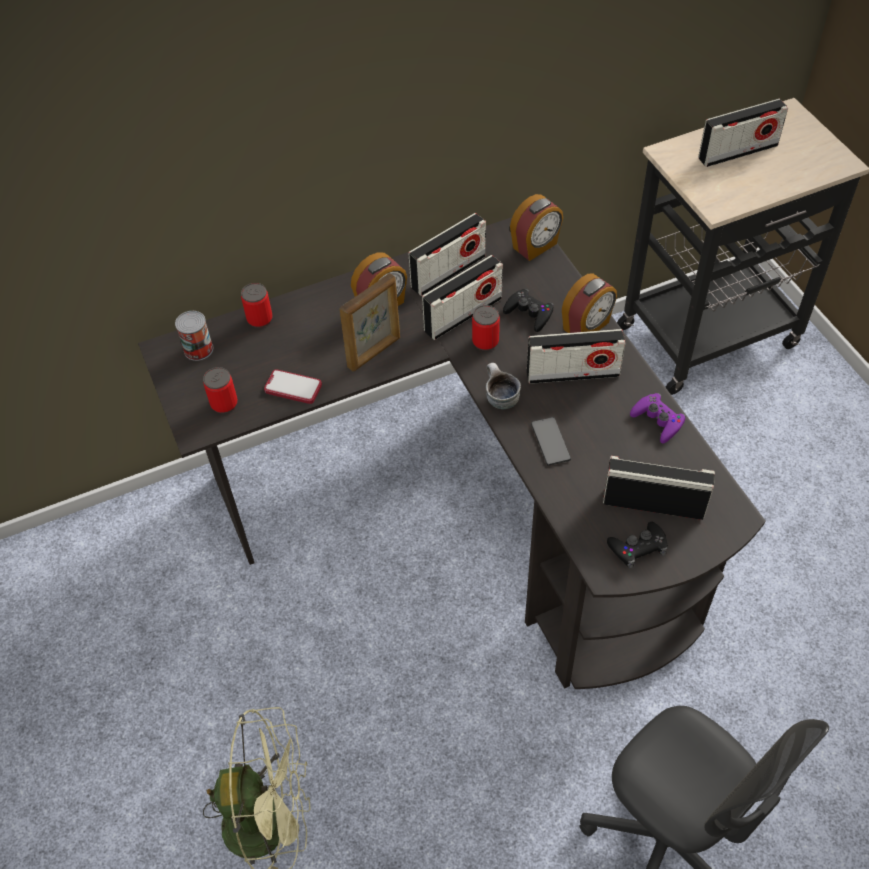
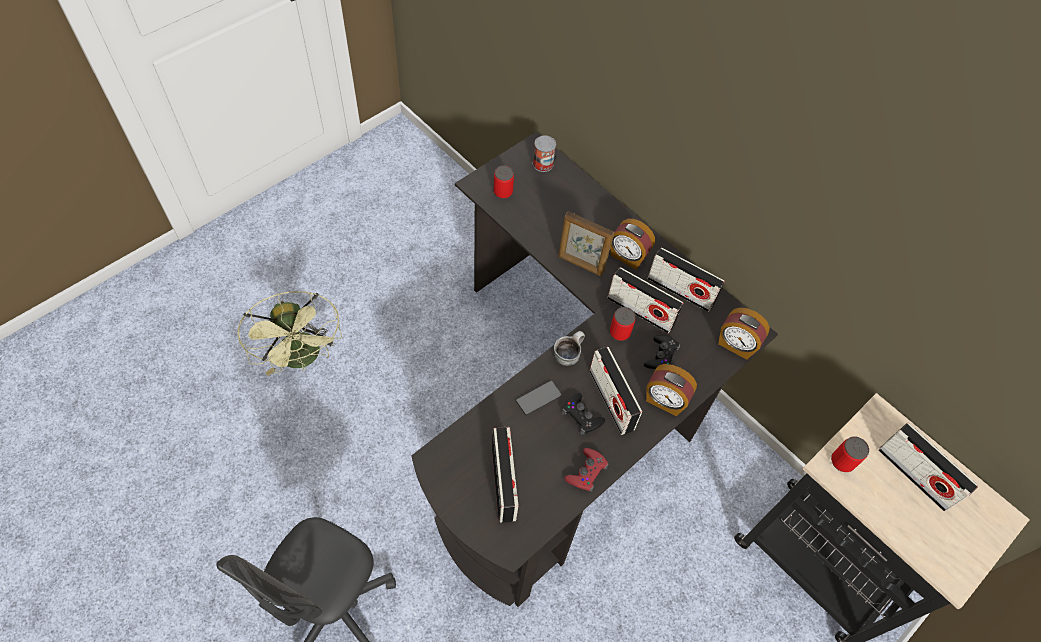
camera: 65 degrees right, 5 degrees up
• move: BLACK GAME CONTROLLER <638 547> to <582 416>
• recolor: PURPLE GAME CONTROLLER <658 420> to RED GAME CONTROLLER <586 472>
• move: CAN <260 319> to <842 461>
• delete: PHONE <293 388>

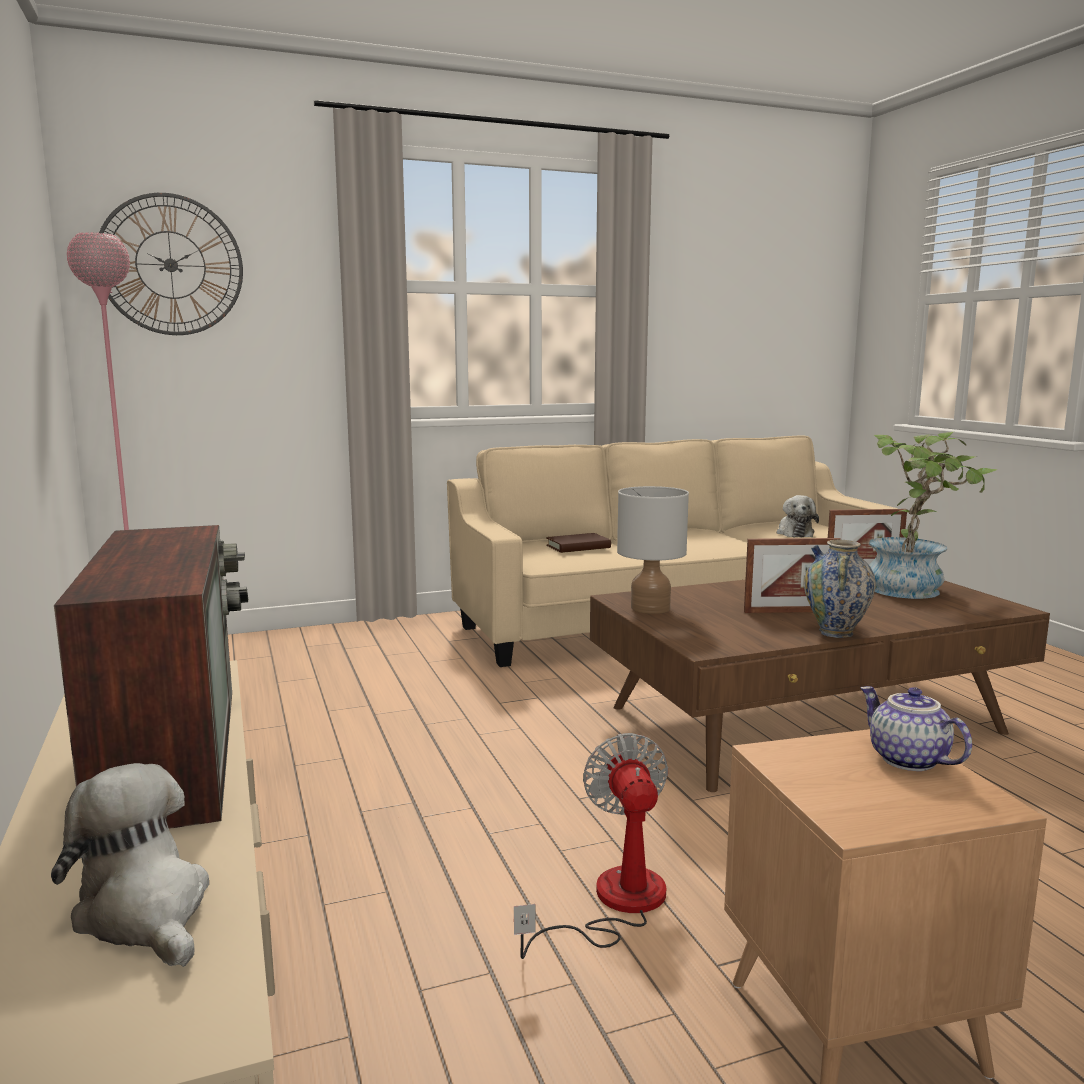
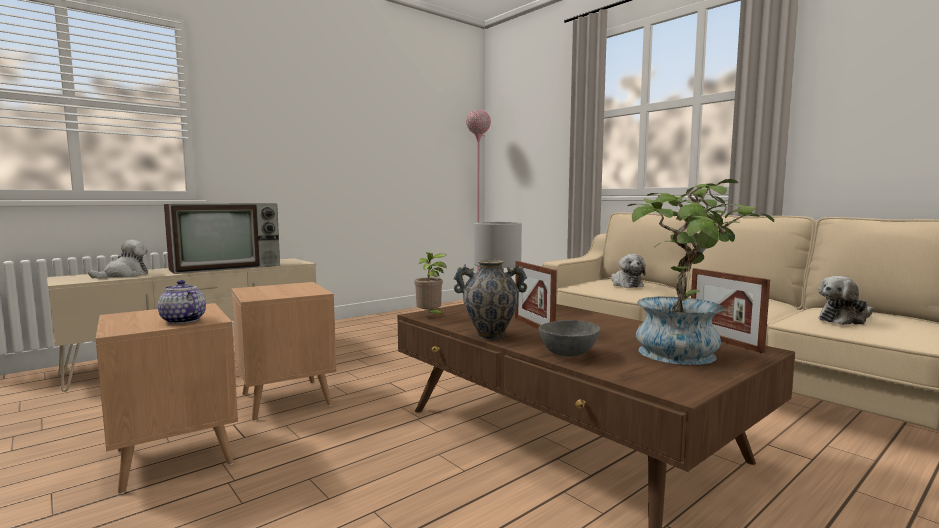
camera: 70 degrees right, 5 degrees down
• rotate: TEAPOT <906 760> = <182 321> 90 degrees counterclockwise
• replace: FAN <614 904> to BROWN SIDE TABLE <286 399>
• insert: POTTED PLANT <430 316>
• insert: GREY BOWL <570 354>
• replace: BROWN BOOK <578 547> to PLUSH TOY <626 284>
• delete: WALL CLOCK <170 265>

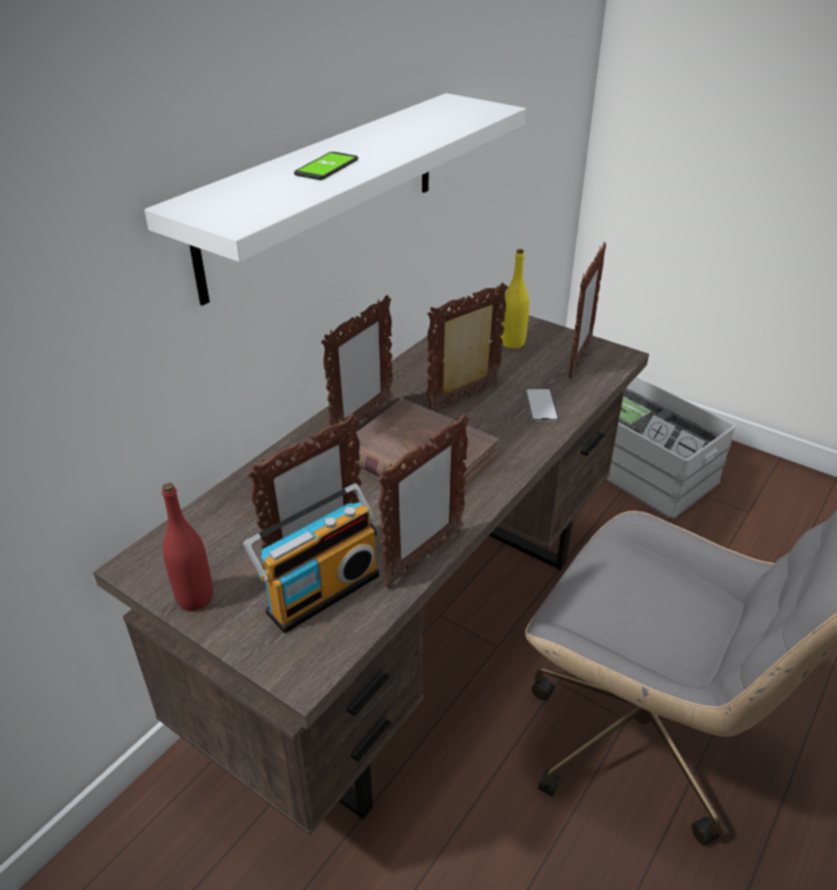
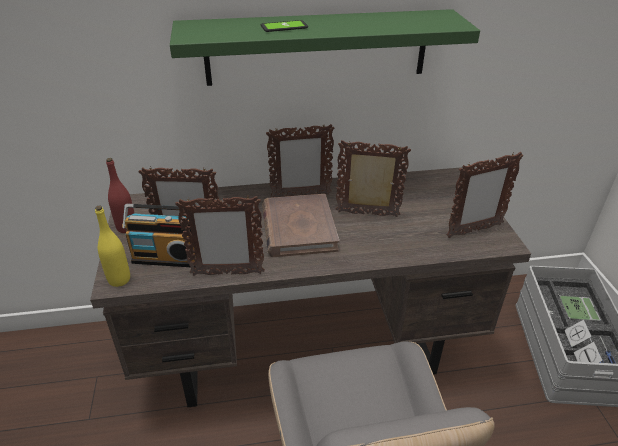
camera: 45 degrees right, 0 degrees up
• move: YELLOW BOTTLE <512 343> to <119 279>
• recolor: WHITE SHELF <325 192> to GREEN SHELF <317 47>
• delete: PHONE <541 405>

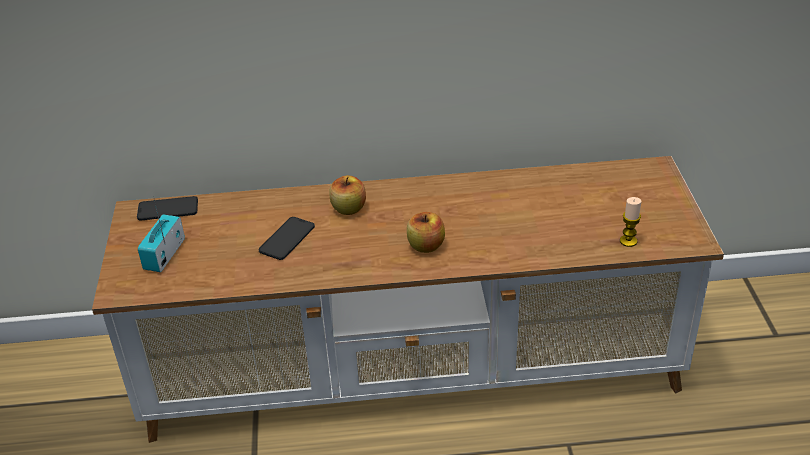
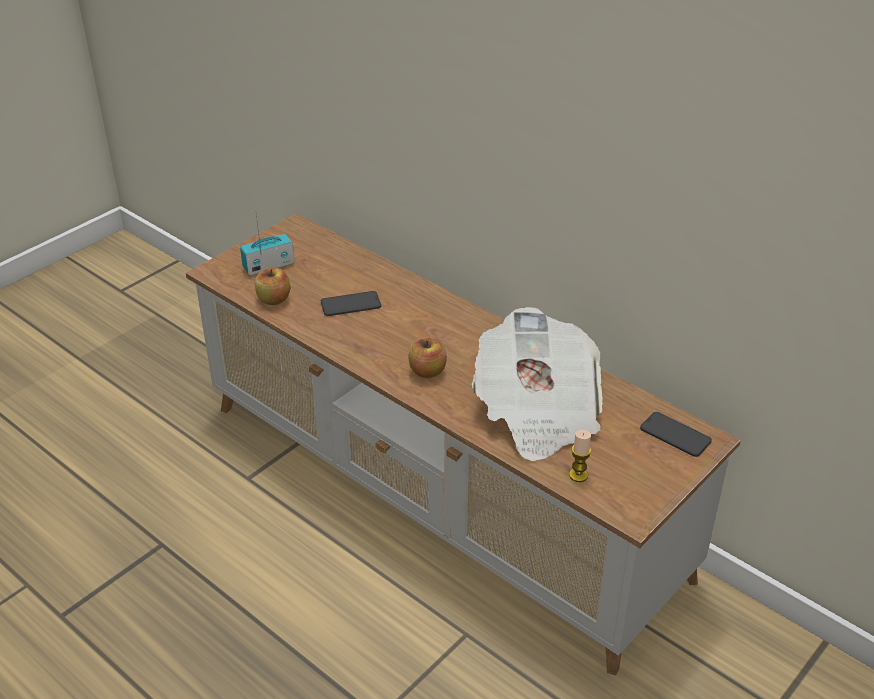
camera: 45 degrees right, 0 degrees up
• move: APPLE <348 208> to <274 299>
• insert: NEWSPAPER <536 412>
• move: PHONE <168 209> to <675 435>

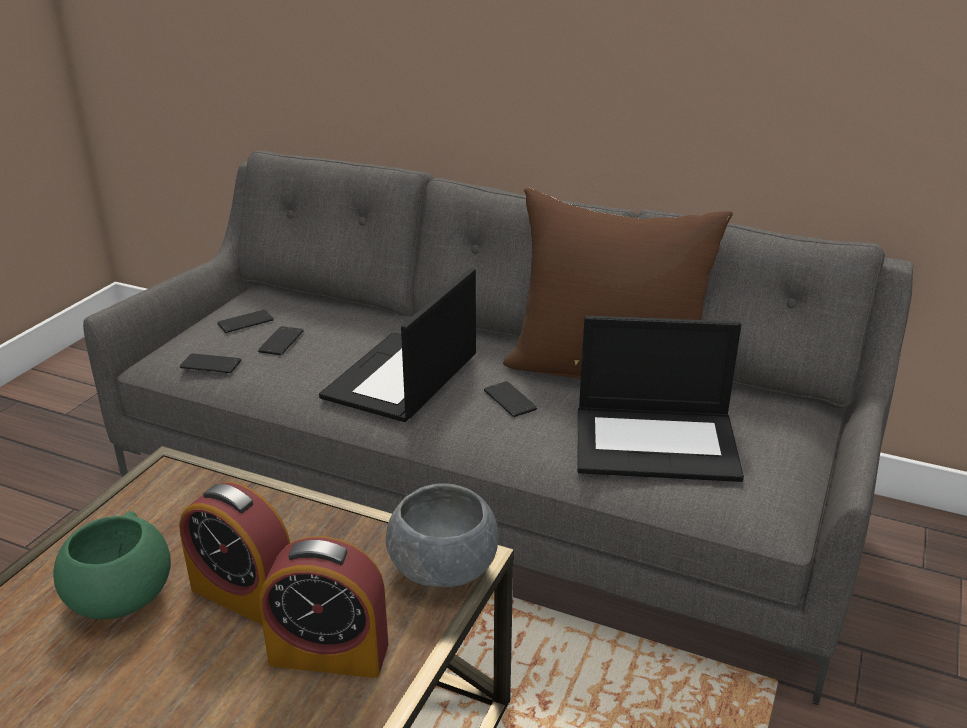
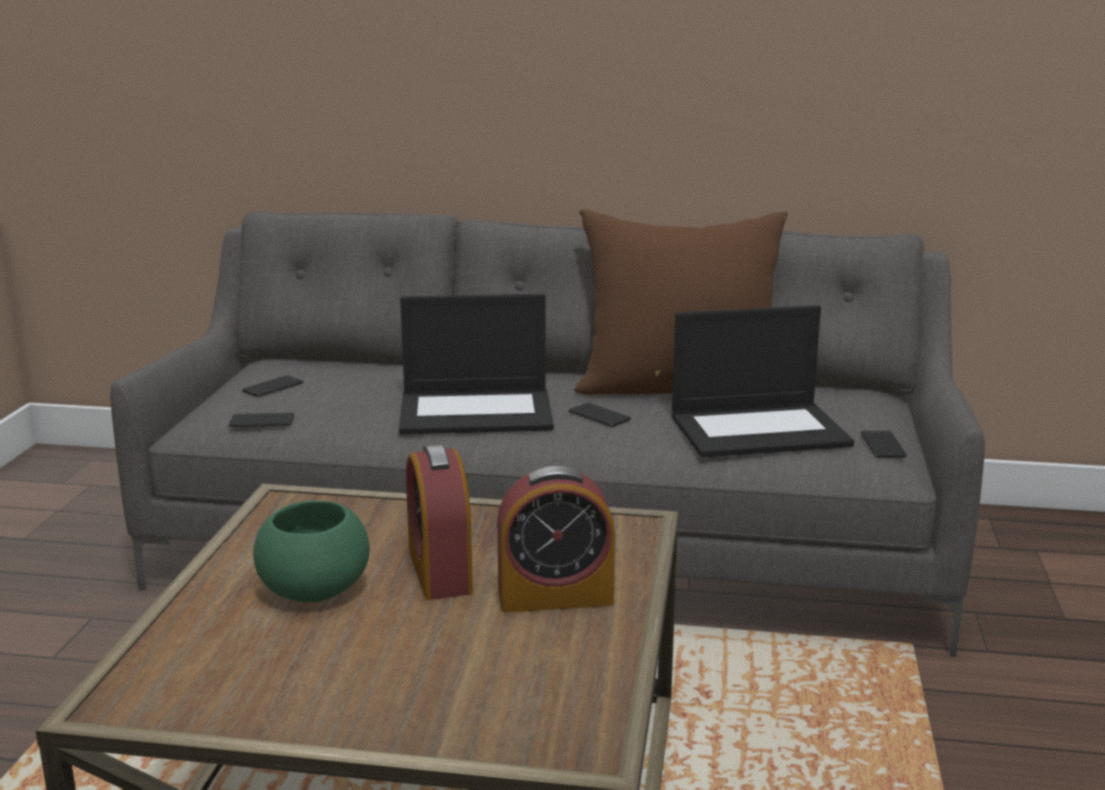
camera: 15 degrees left, 10 degrees down
• rotate: LAPTOP <401 378> = <477 412> 105 degrees counterclockwise
• rotate: ALARM CLOCK <244 594> = <439 571> 60 degrees clockwise
• move: PHONE <281 341> to <883 445>
• delete: GREY BOWL <443 569>

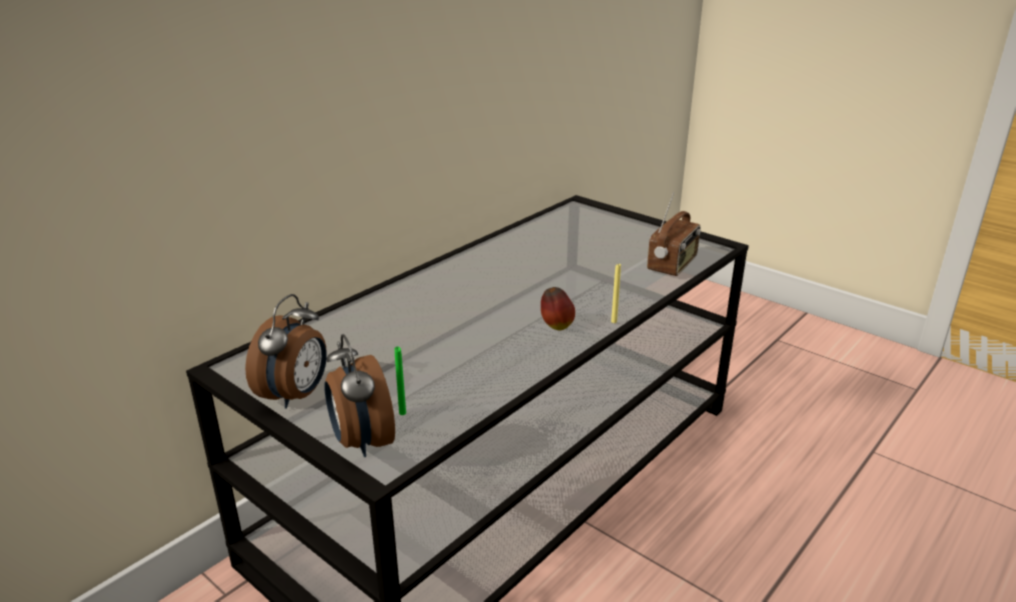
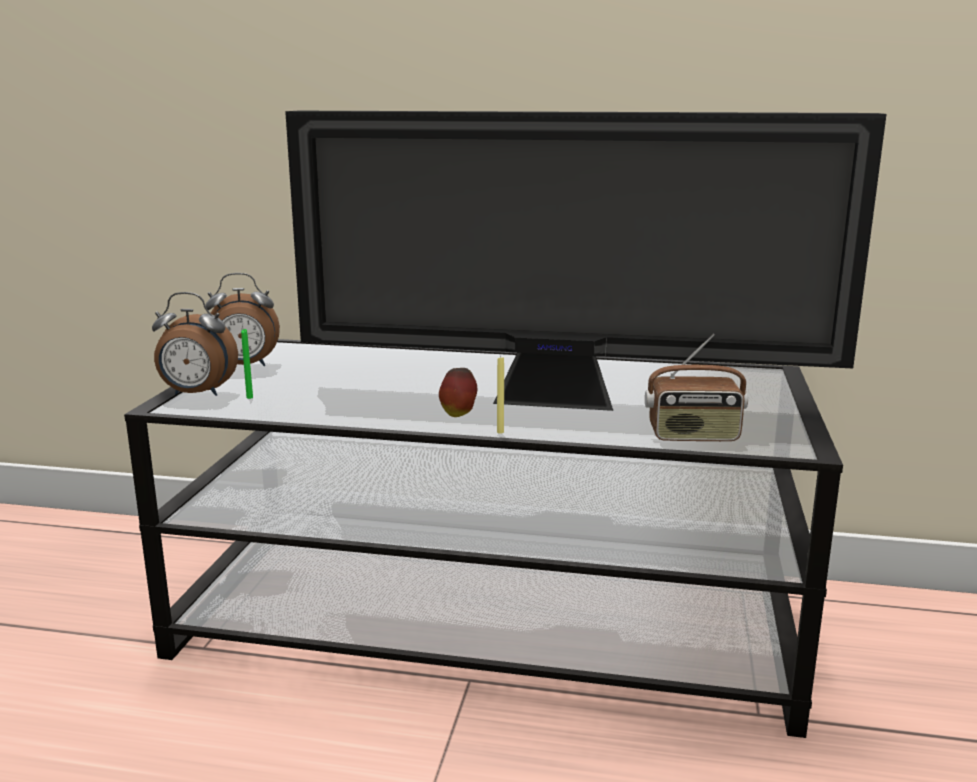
camera: 60 degrees right, 10 degrees down
• rotate: ALARM CLOCK <361 442> = <197 394> 120 degrees counterclockwise
• insert: TELEVISION <563 402>

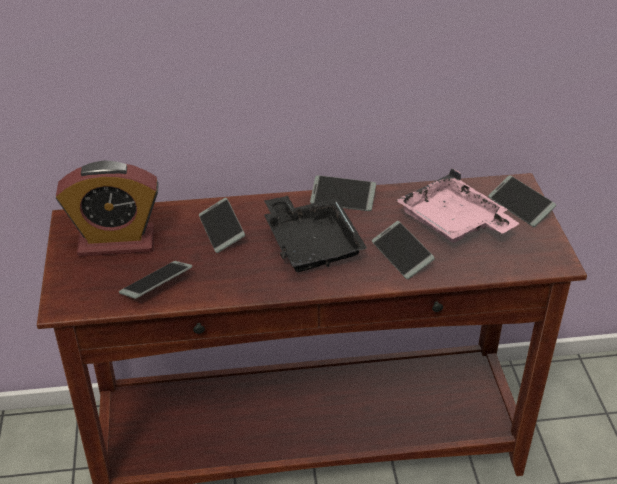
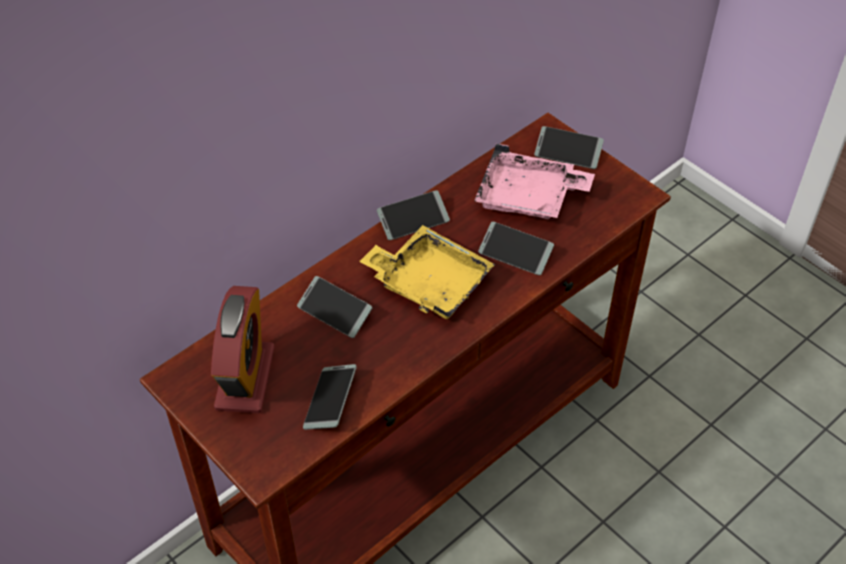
camera: 35 degrees left, 10 degrees up
• rotate: ALARM CLOCK <116 242> = <245 378> 45 degrees counterclockwise
• recolor: BLACK TRAY <311 244> to YELLOW TRAY <429 283>

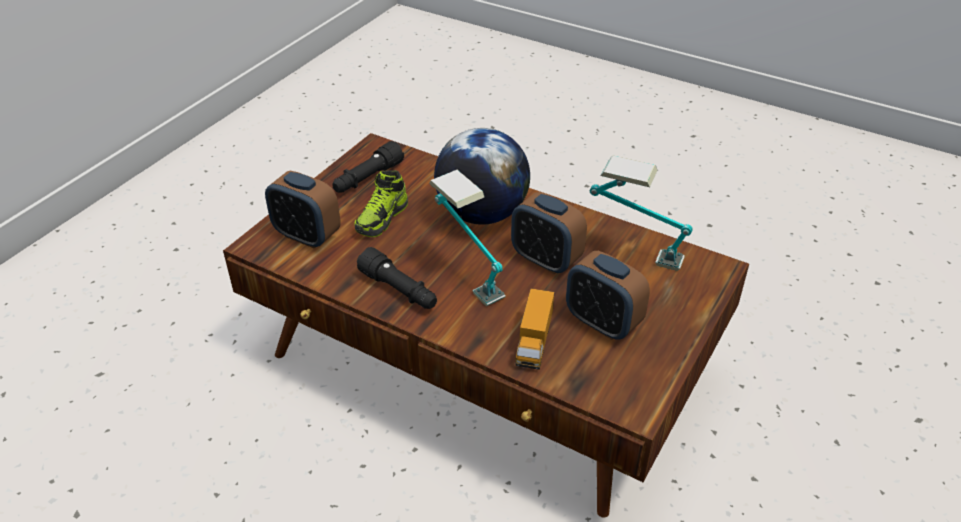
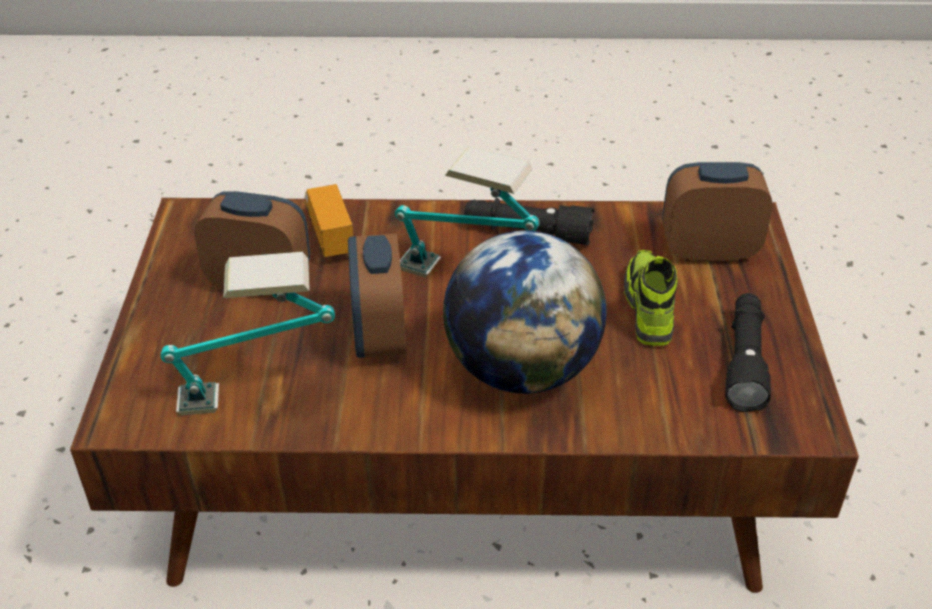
camera: 150 degrees right, 0 degrees up
• rotate: ALARM CLOCK <546 260> = <379 335> 105 degrees counterclockwise

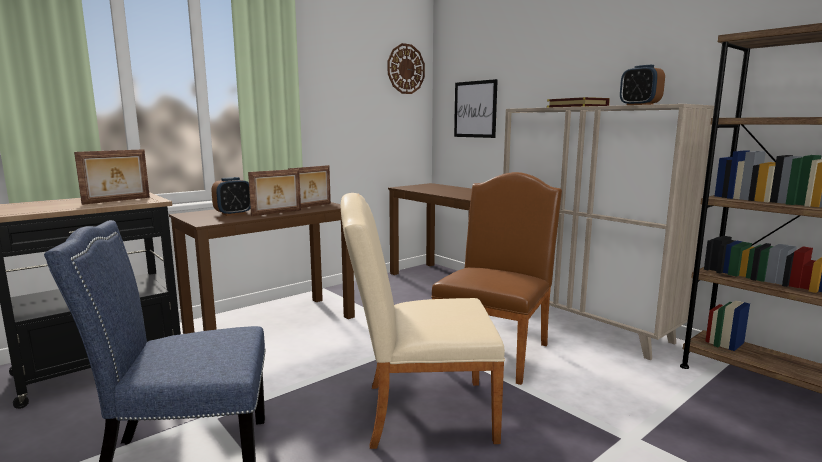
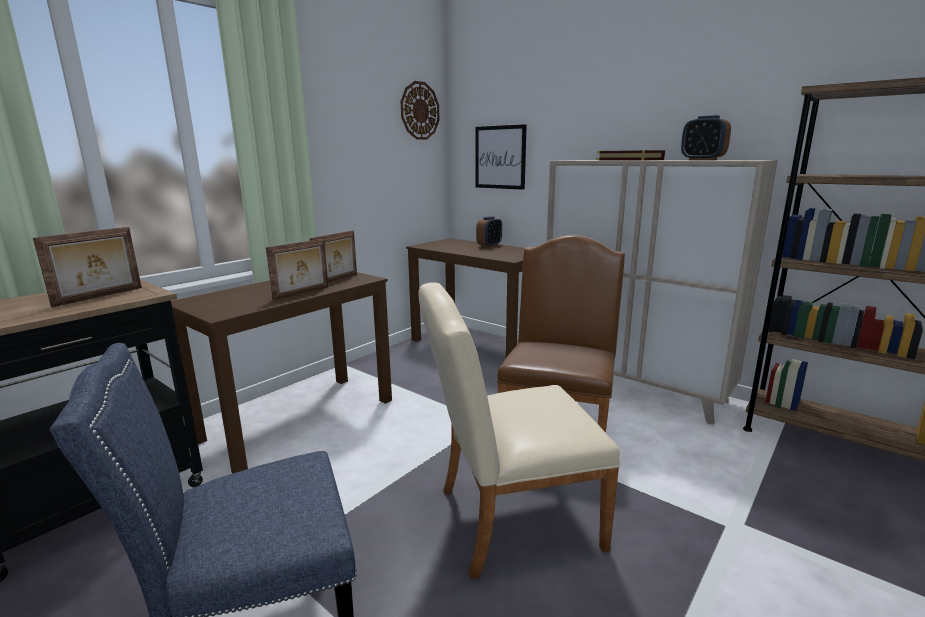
camera: 10 degrees left, 5 degrees up
• move: ALARM CLOCK <233 213> to <489 245>

